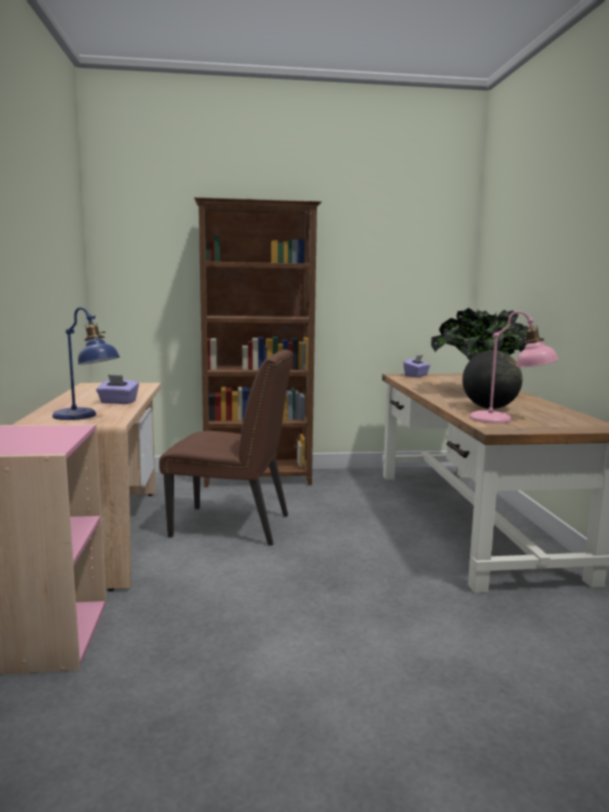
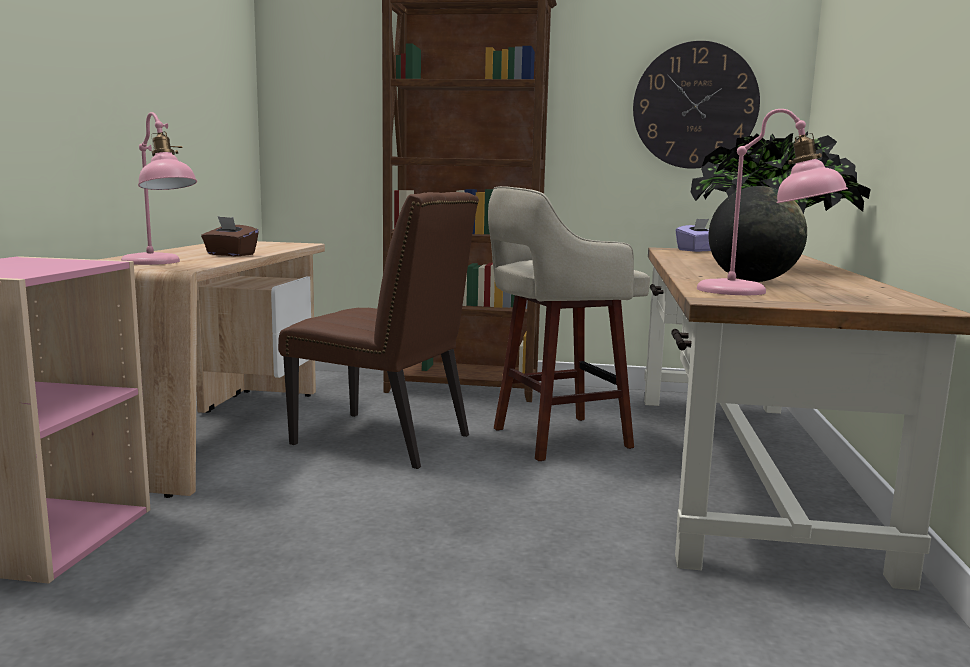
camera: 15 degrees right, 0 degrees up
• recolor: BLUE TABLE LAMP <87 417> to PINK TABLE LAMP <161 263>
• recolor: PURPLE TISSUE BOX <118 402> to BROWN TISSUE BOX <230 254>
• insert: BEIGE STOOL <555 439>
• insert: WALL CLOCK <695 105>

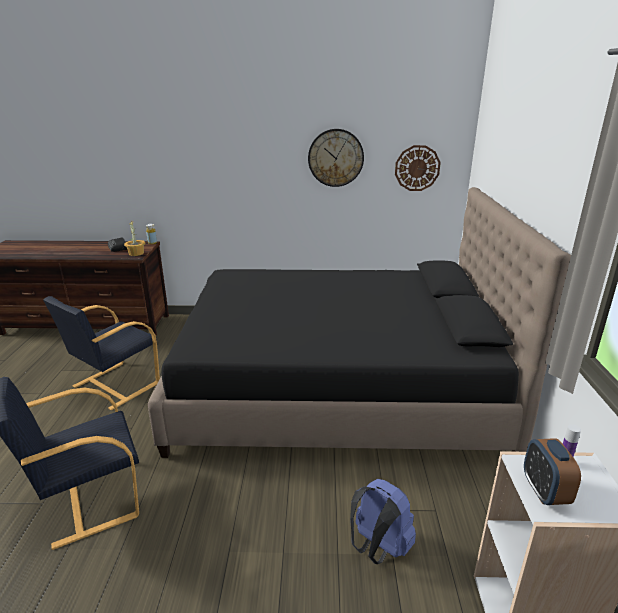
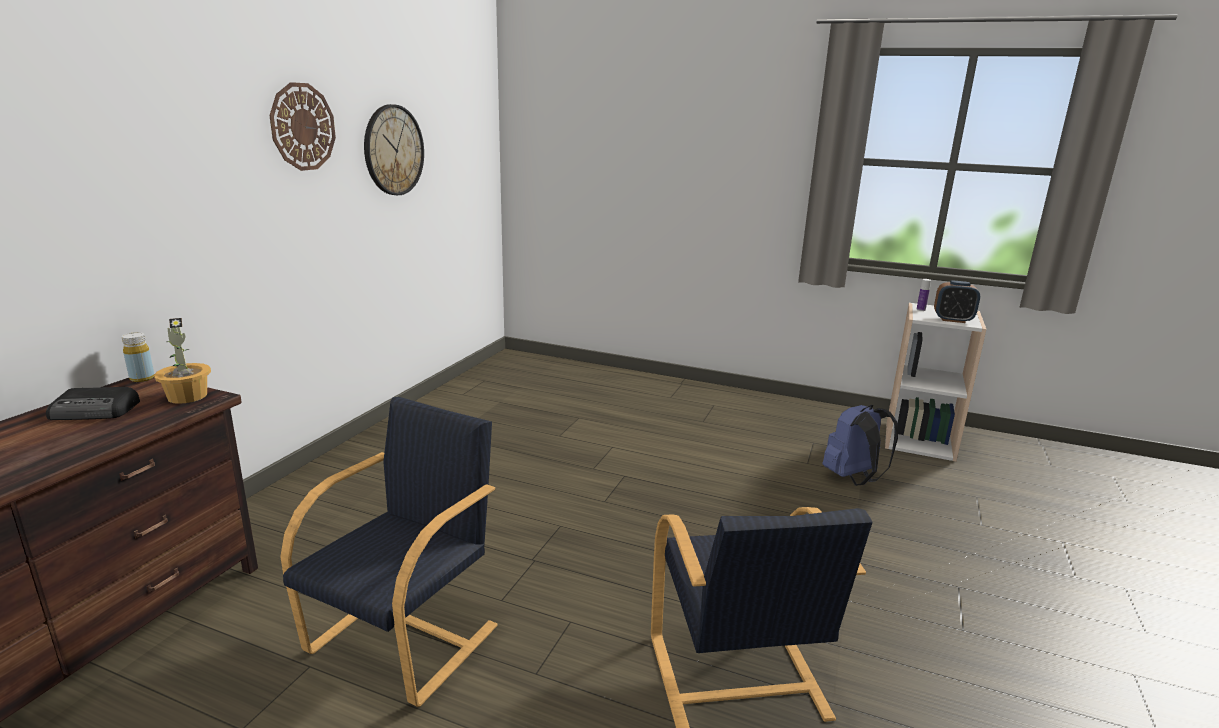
camera: 70 degrees left, 5 degrees down
• move: WALL CLOCK <417 168> to <302 127>
• rotate: BLACK ARMCHAIR <114 385> = <406 637> 120 degrees counterclockwise
• delete: BLACK BED <336 388>

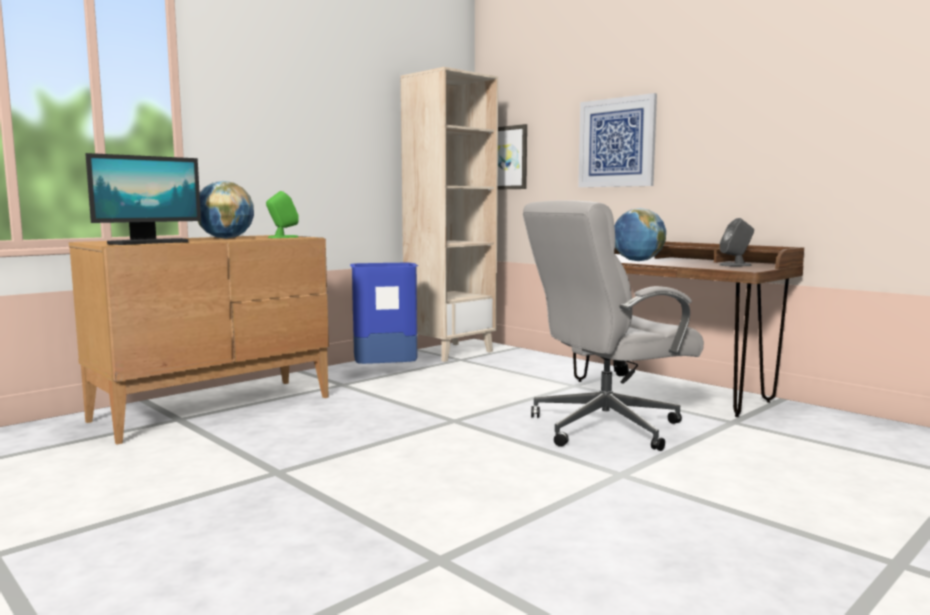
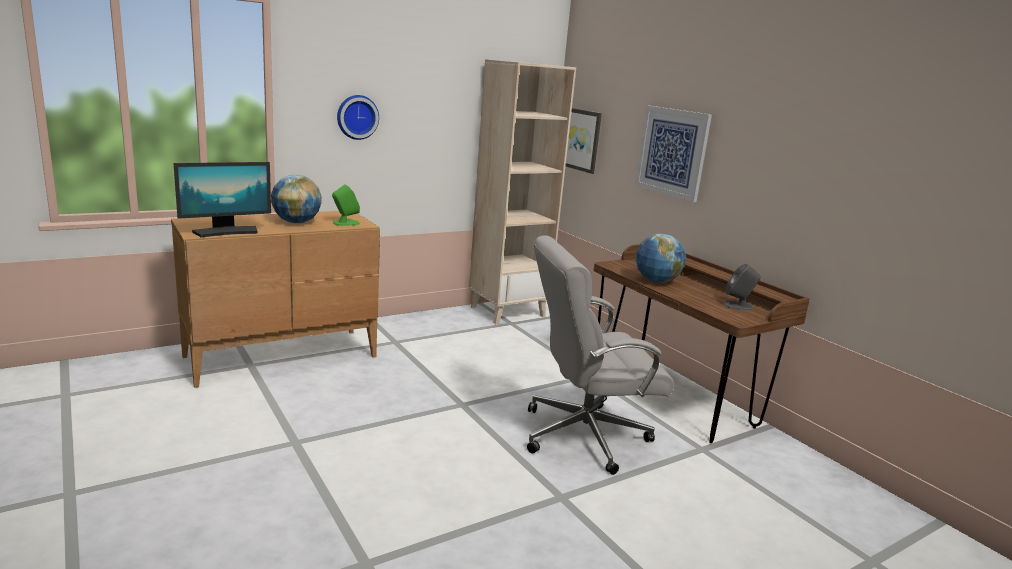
camera: 10 degrees right, 10 degrees up
• insert: WALL CLOCK <356 117>
• delete: BLUE TRASH CAN <385 372>

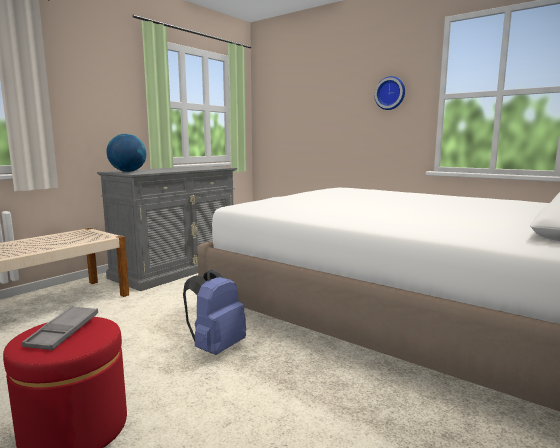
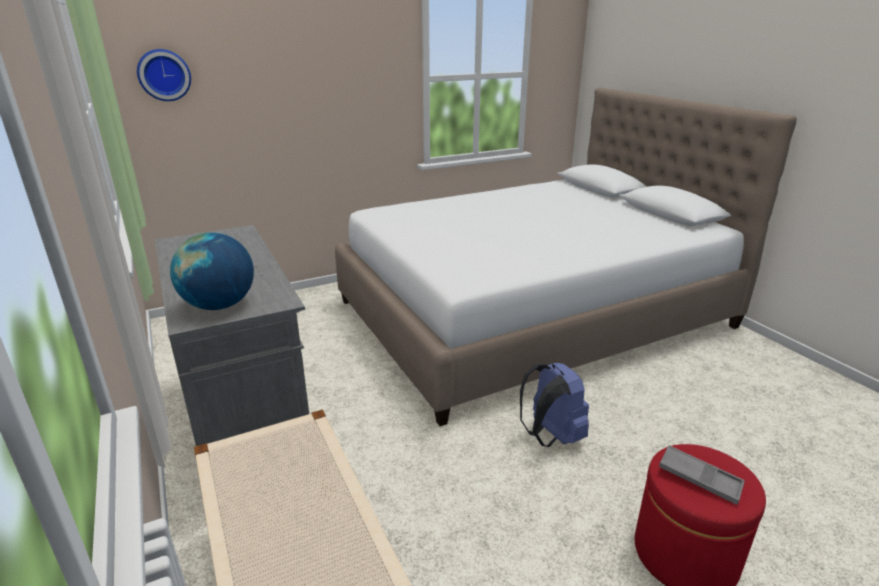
camera: 65 degrees left, 15 degrees up
• move: WALL CLOCK <390 93> to <164 75>

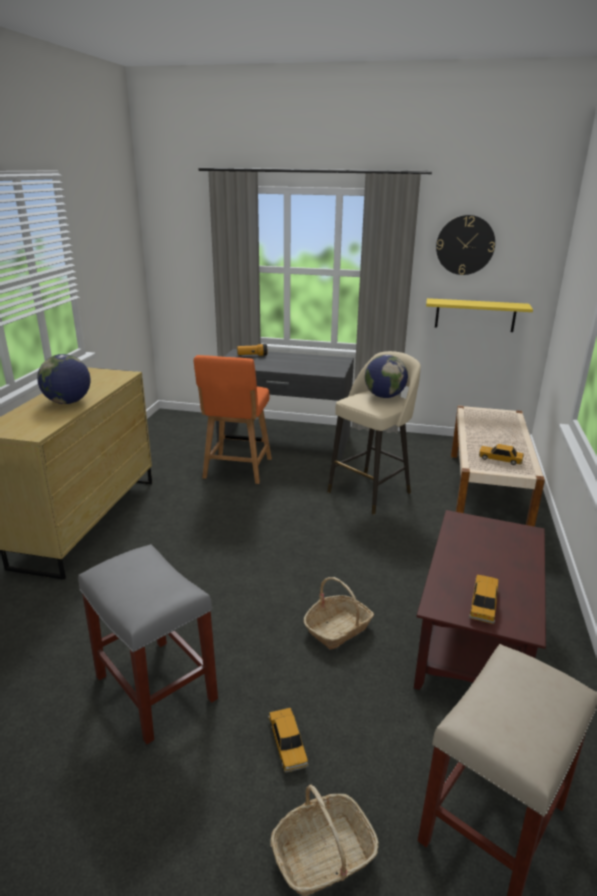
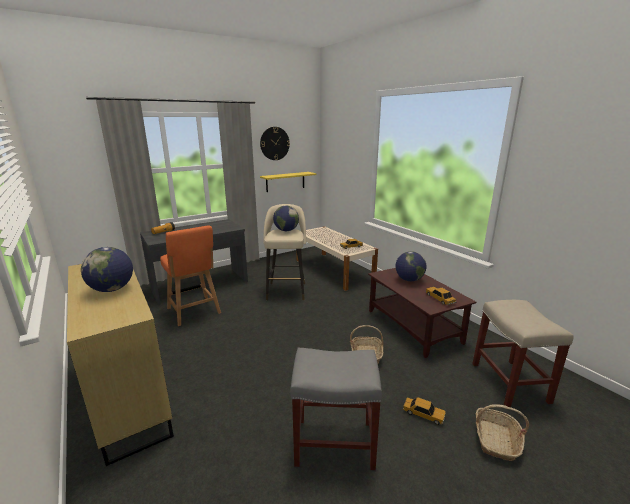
camera: 45 degrees left, 5 degrees down
• insert: GLOBE <409 280>

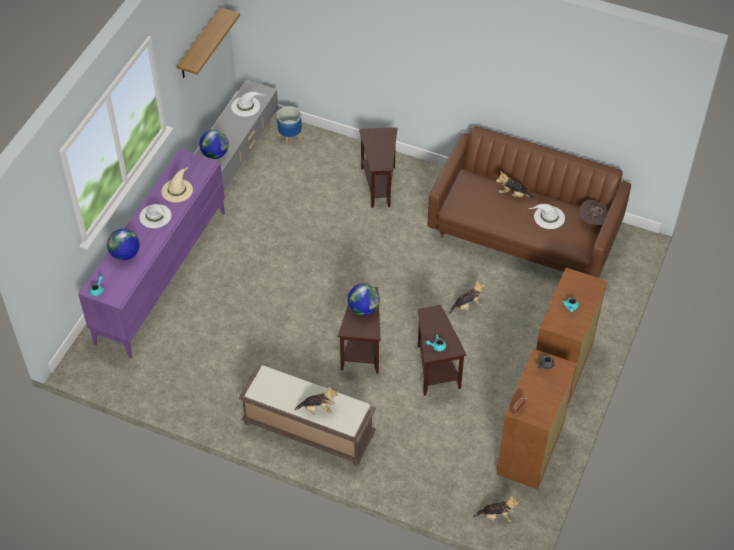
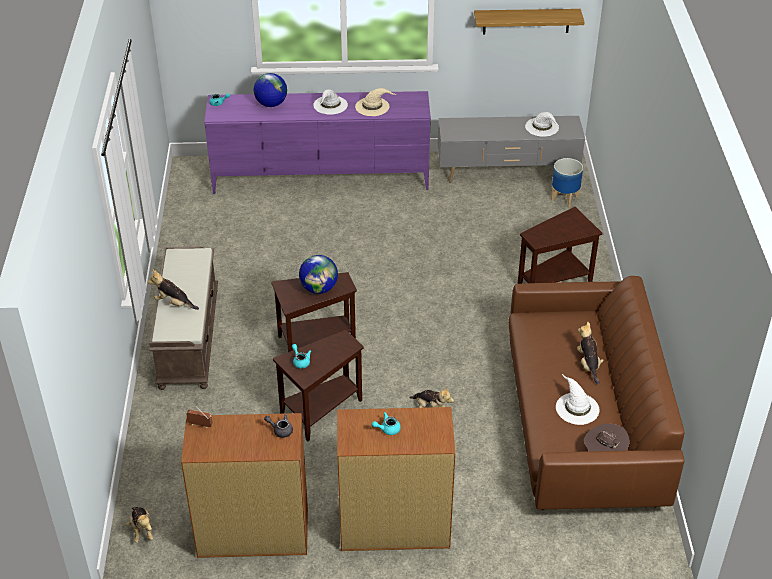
camera: 65 degrees right, 10 degrees down
• rotate: PLUSH TOY <317 409> = <174 303> 135 degrees clockwise
• delete: GLOBE <215 154>

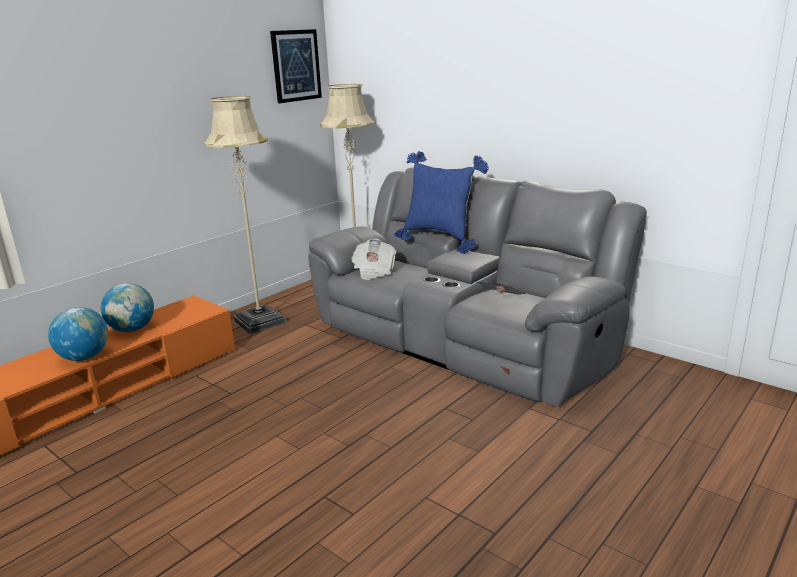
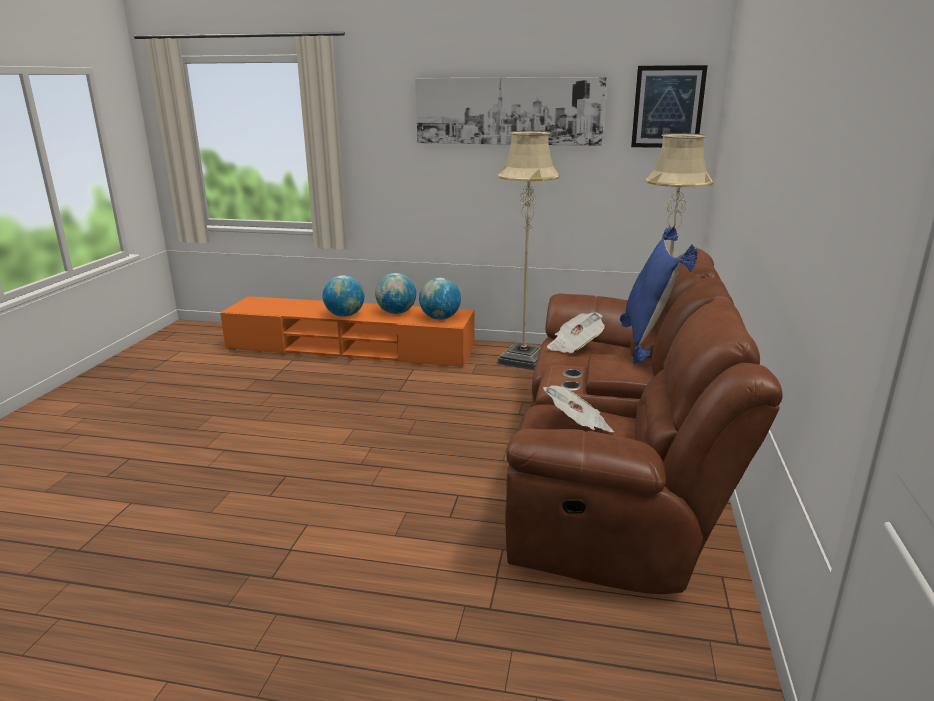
camera: 60 degrees right, 0 degrees up
• insert: PICTURE <508 111>
• insert: GLOBE <440 318>
• recolor: GREY SOFA <464 339> to BROWN SOFA <615 467>

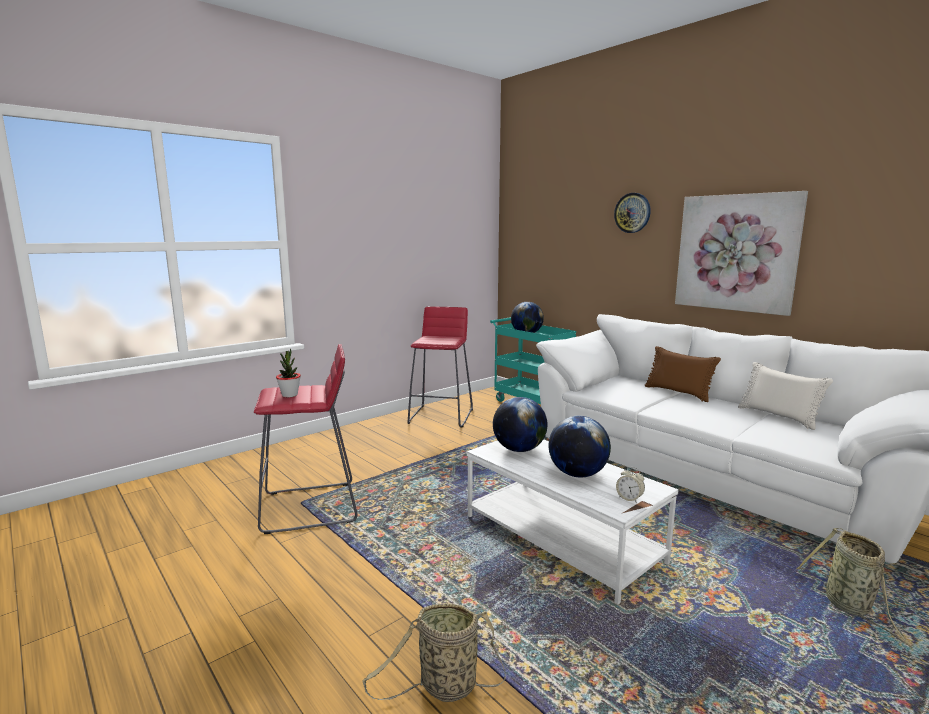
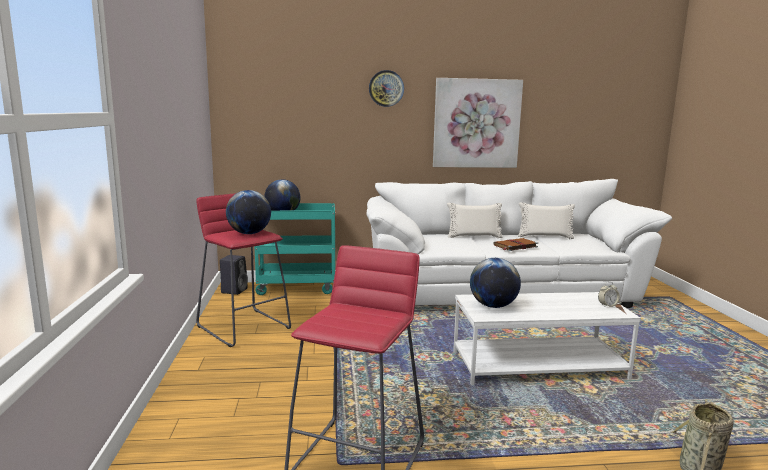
camera: 55 degrees left, 0 degrees up
• insert: BLACK SPEAKER <234 290>
• move: GLOBE <577 474> to <249 233>
• recolor: BROWN PILLOW <678 393> to WHITE PILLOW <473 237>
• insert: BROWN BOOK <515 246>
• delete: POTTED PLANT <289 395>
• delete: BASKET <850 607>

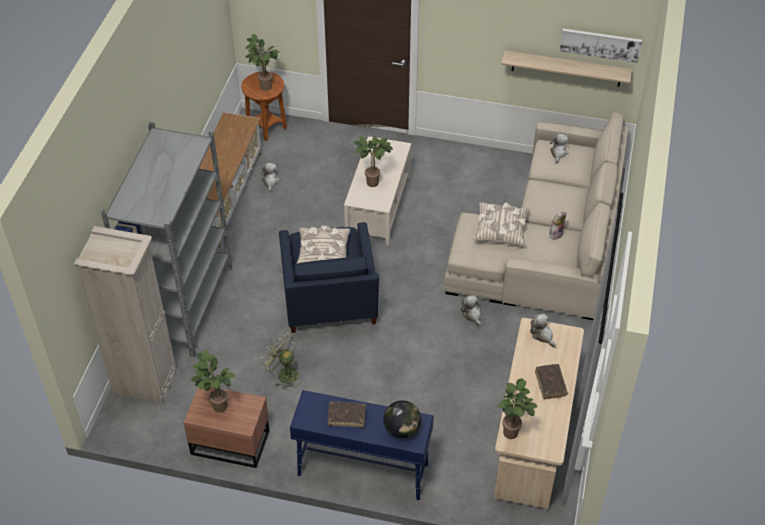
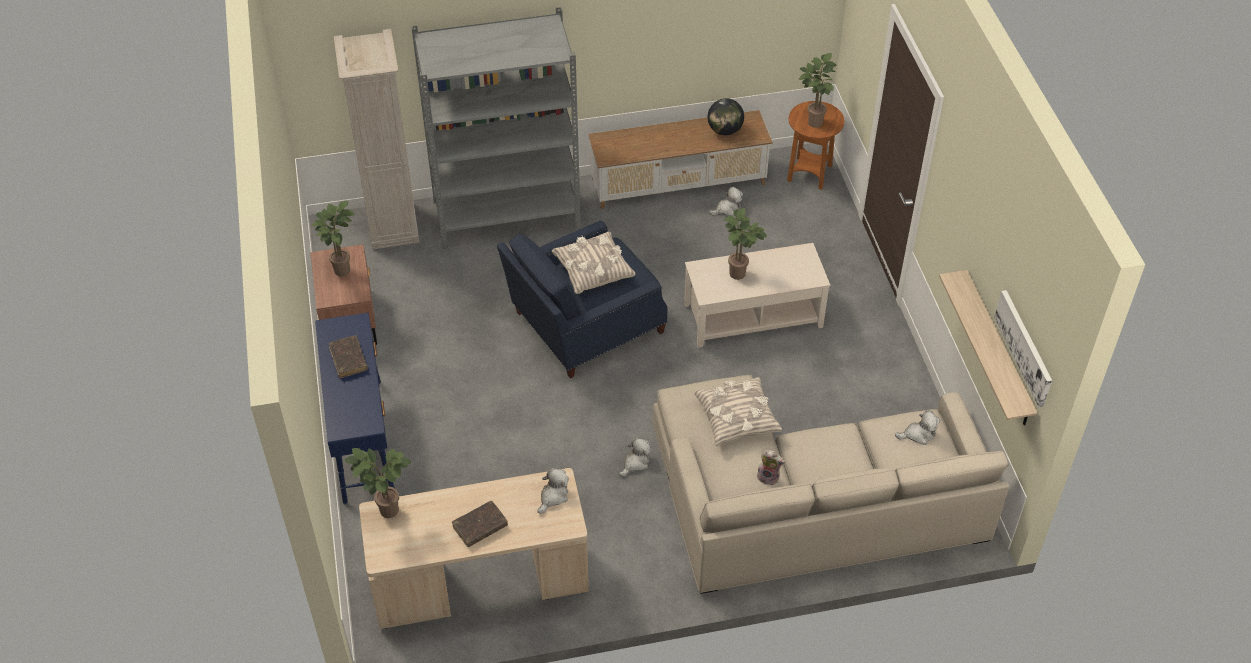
camera: 65 degrees right, 0 degrees up
• move: GLOBE <401 429> to <724 130>
• delete: GREEN FAN <283 374>

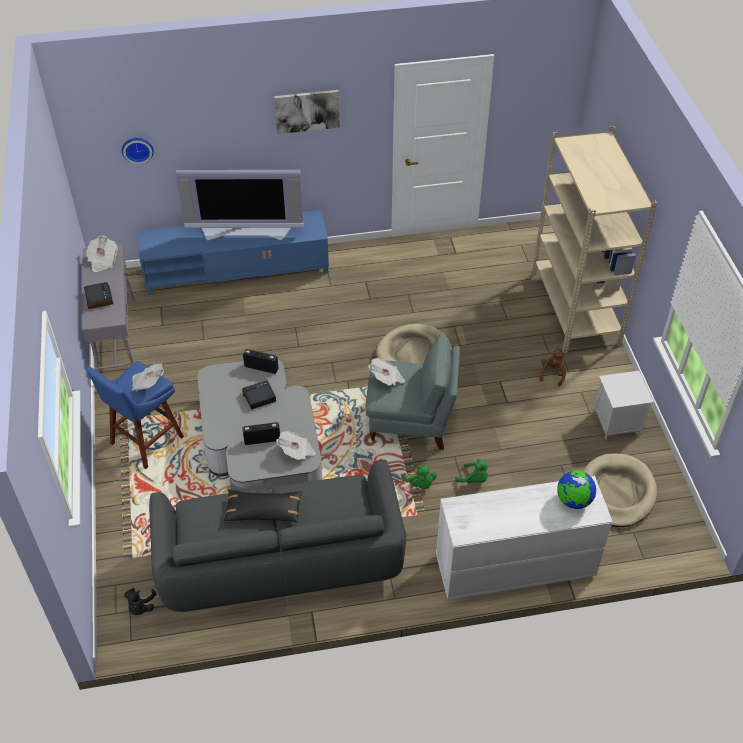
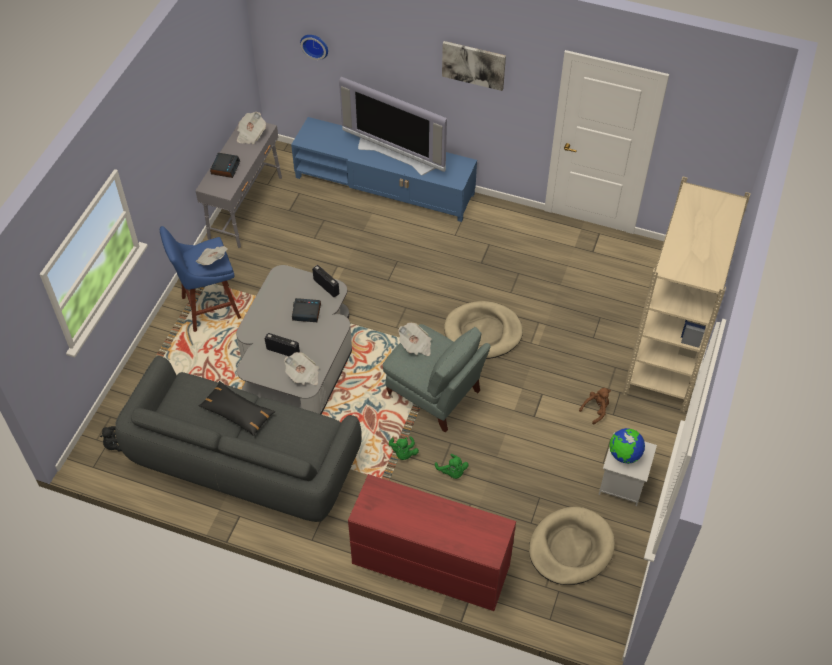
camera: 30 degrees right, 5 degrees up
• recolor: WHITE DRESSER <514 566> to RED DRESSER <429 565>
• move: GLOBE <573 501> to <624 454>

